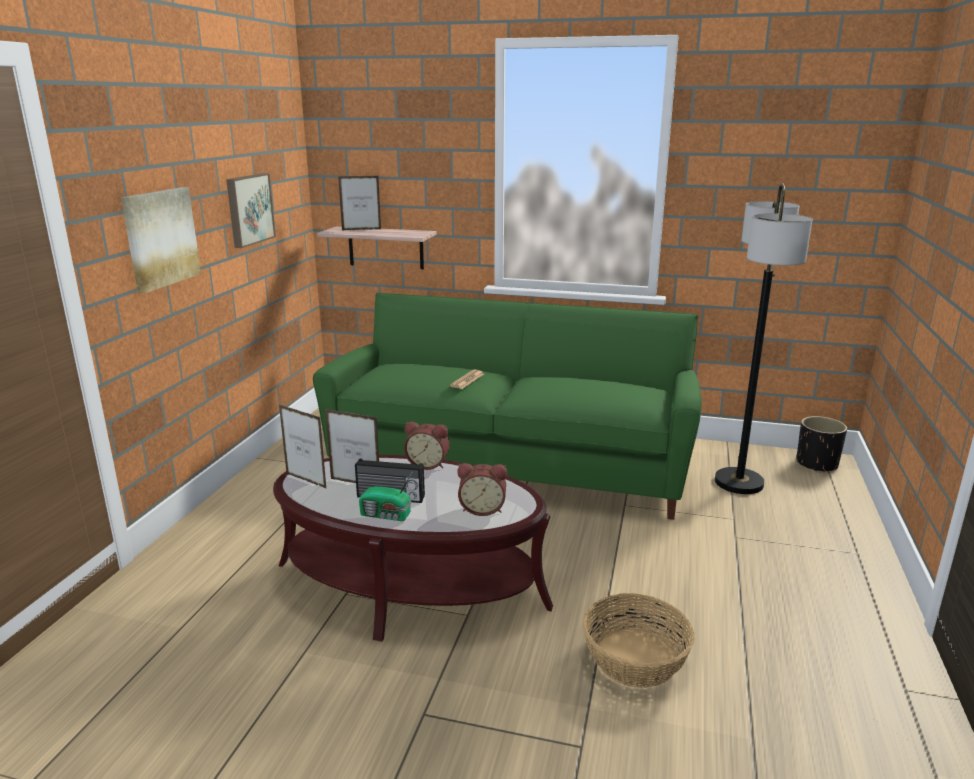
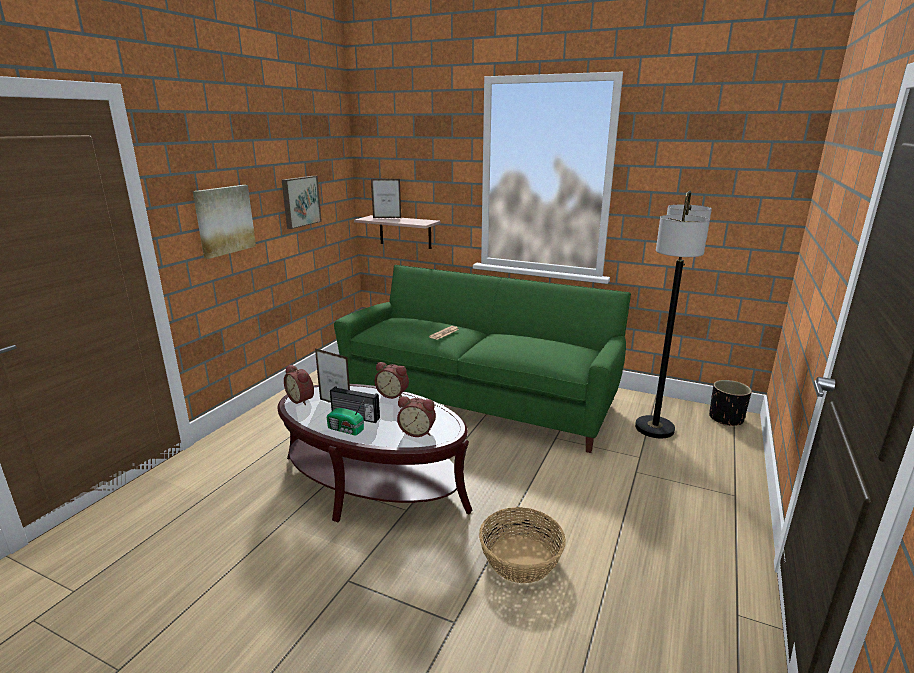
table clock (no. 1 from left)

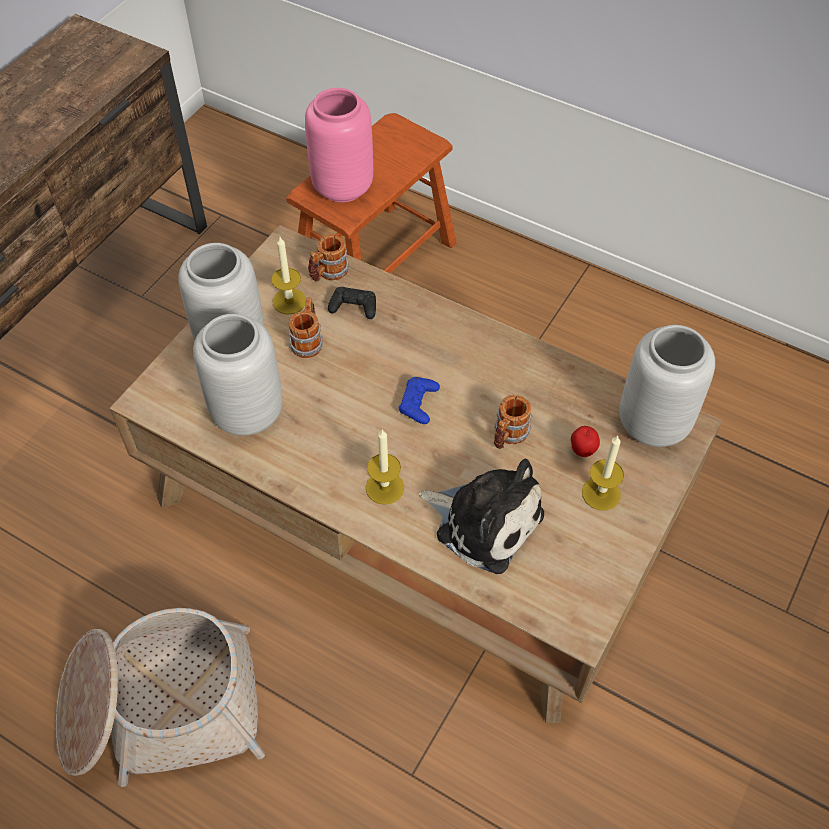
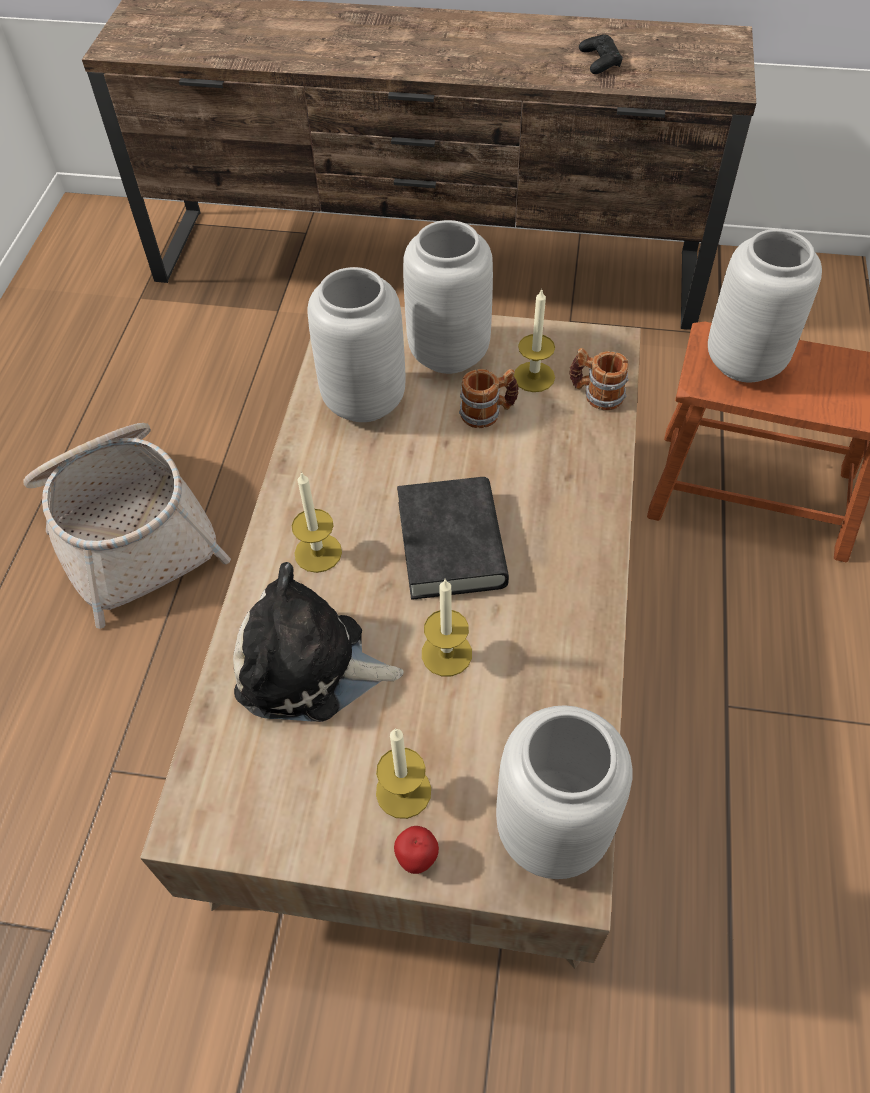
cuddly toy; apple; volume (blackish); candle (no. 3 from left); gamepad (blackish); decorative vase (greyish) (no. 4 from left)

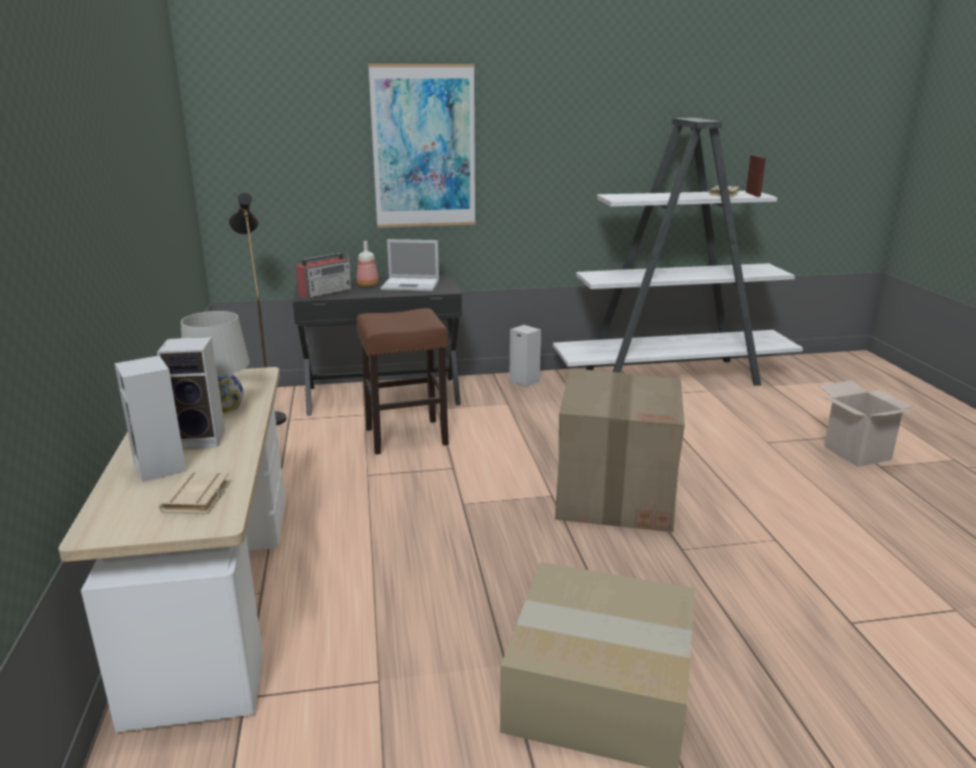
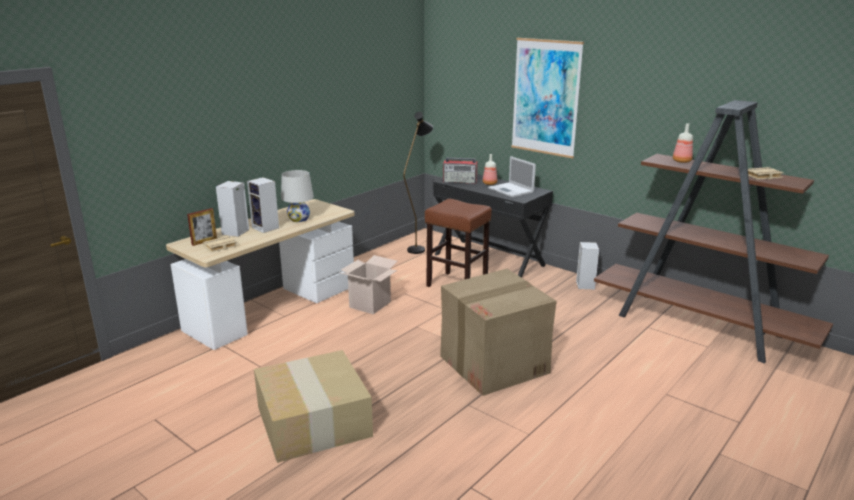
standing frame; cardboard box (no. 2 from left); shelving unit (brownish); beverage bottle (no. 2 from left)

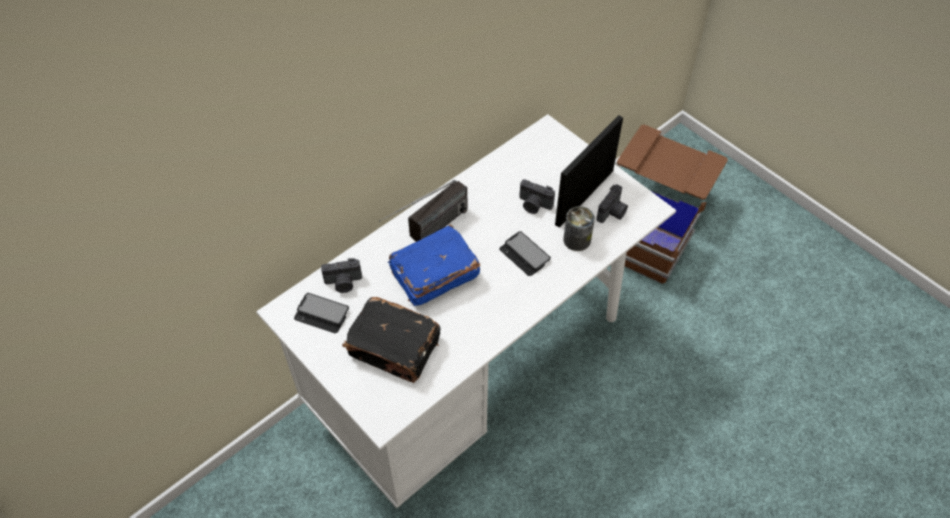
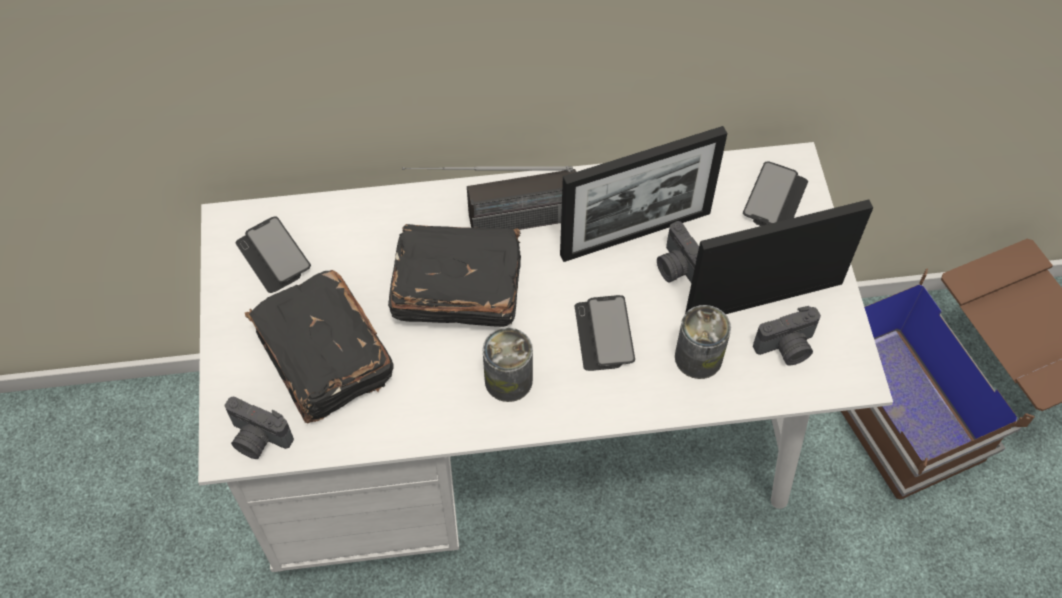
photo camera (no. 1 from left); volume (blackish) (no. 2 from left); metal can (no. 1 from left); standing frame (no. 1 from left); telephone (no. 3 from left)

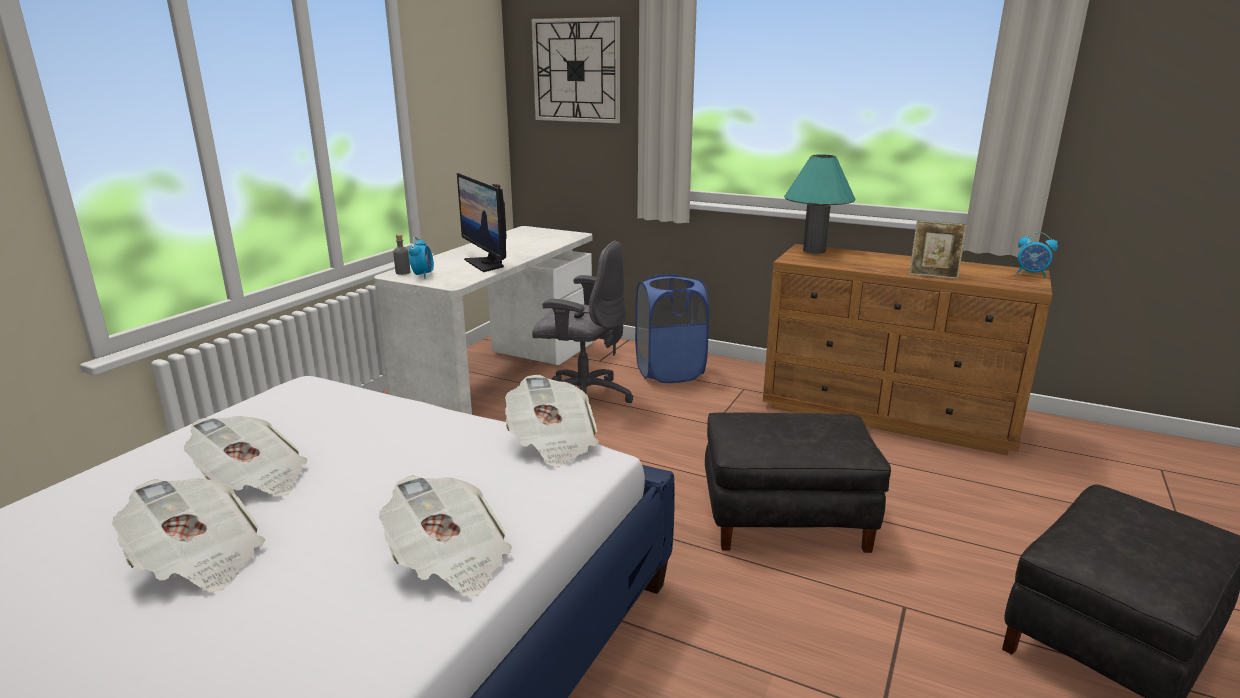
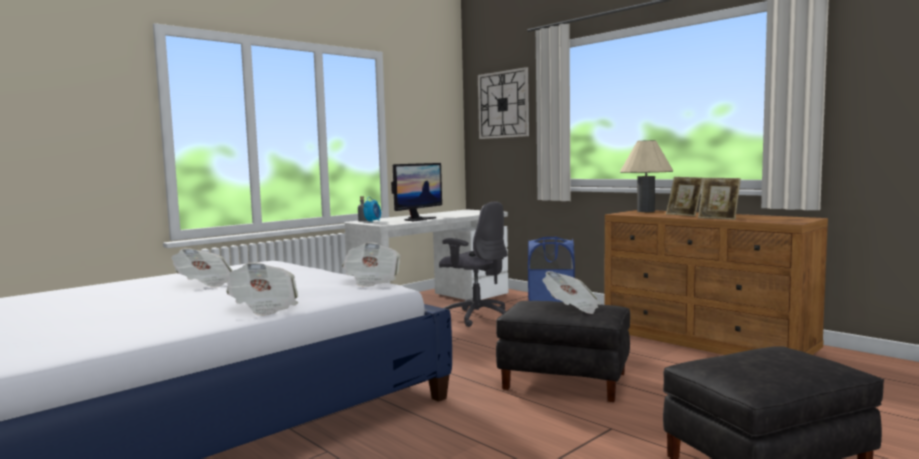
computer display; newspaper (no. 4 from left); tabletop lamp (beige); standing frame (no. 1 from left); table clock (no. 2 from left in the first image)

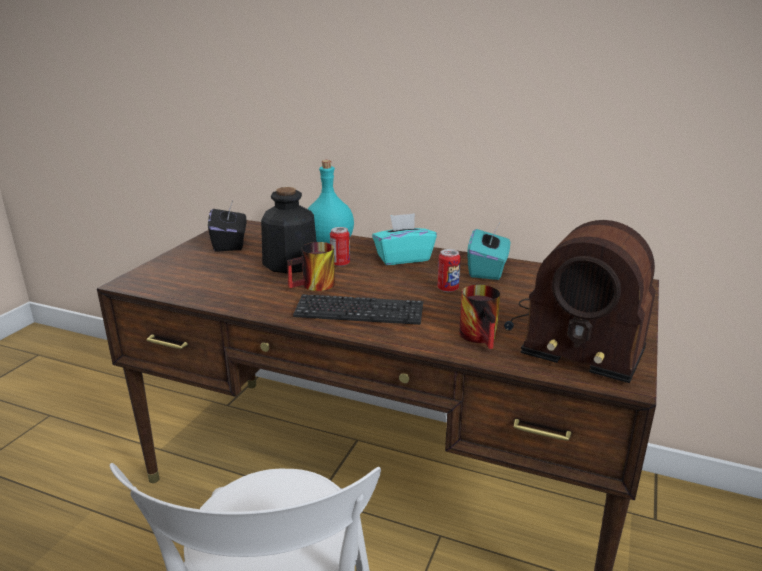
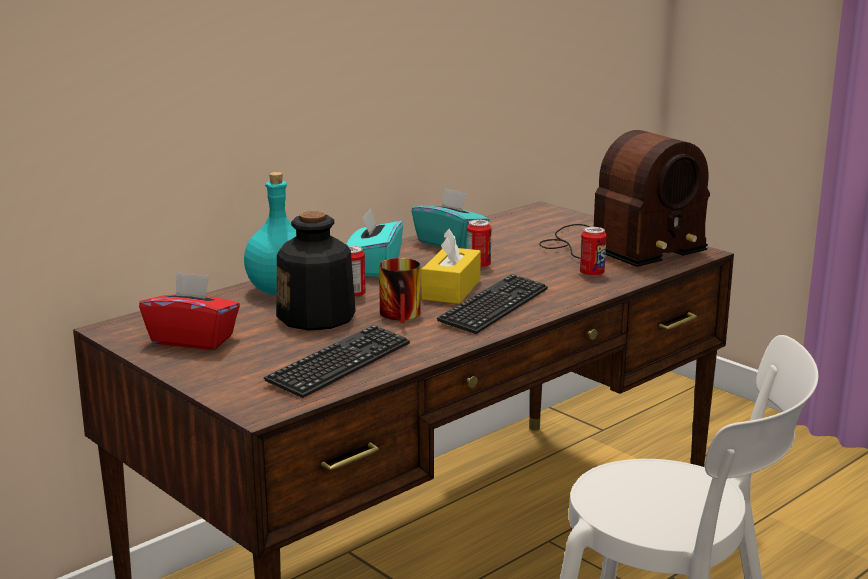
tissue holder (red); computer keyboard (no. 1 from left); tissue holder (yellowish); metal can (no. 3 from left)

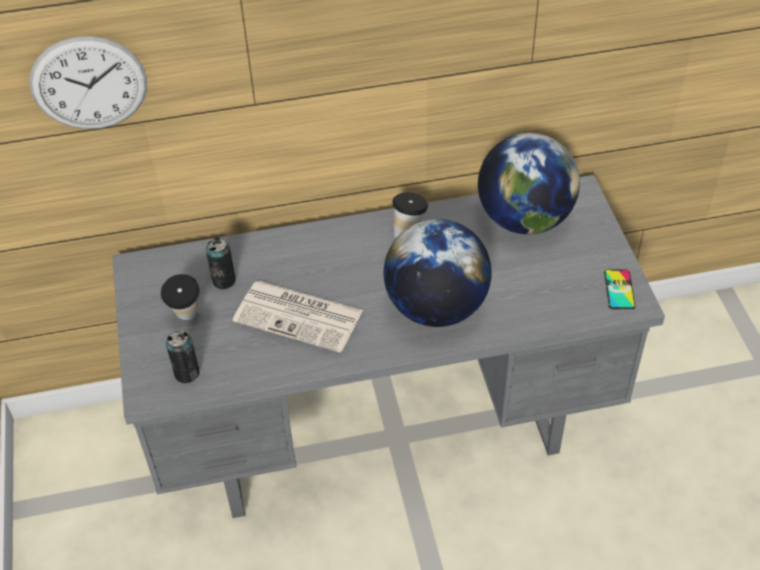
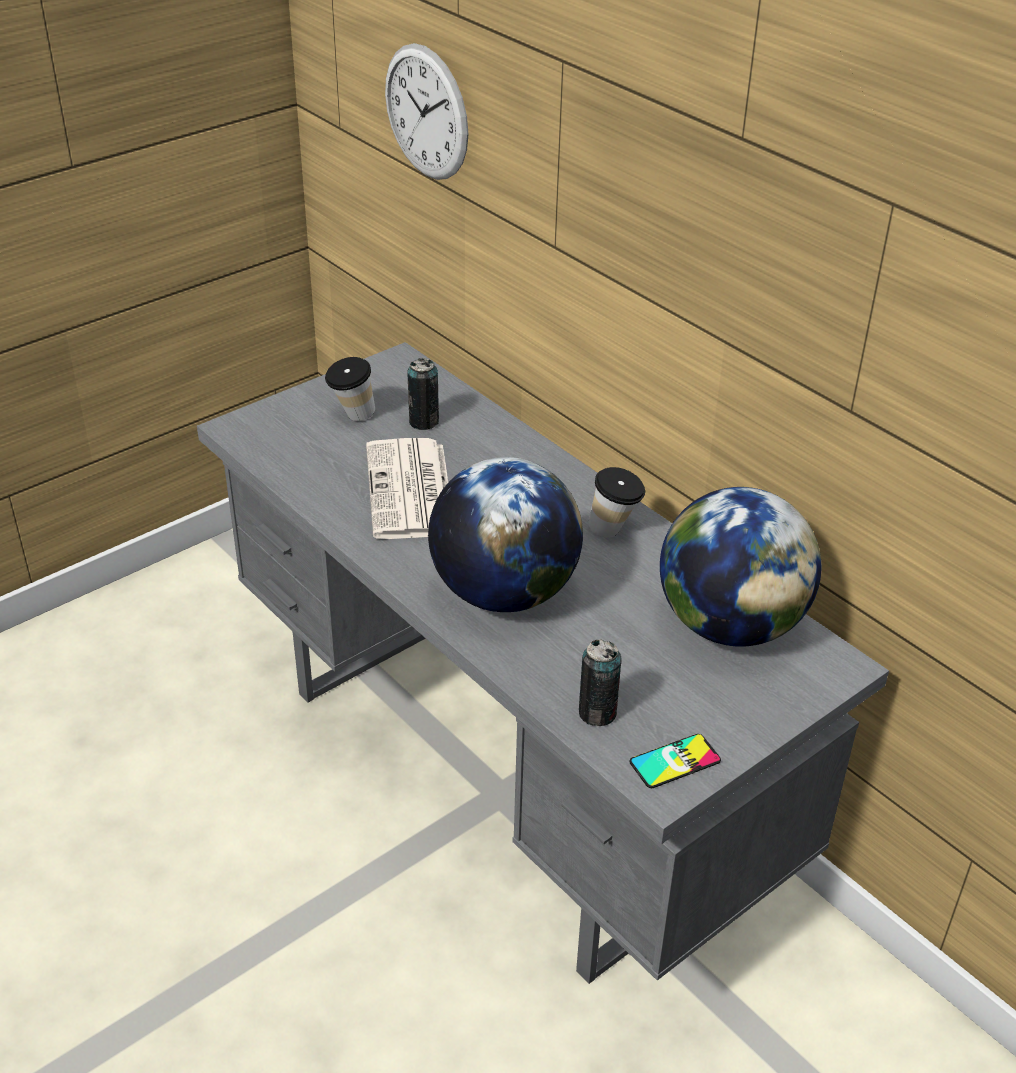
metal can (no. 2 from left)

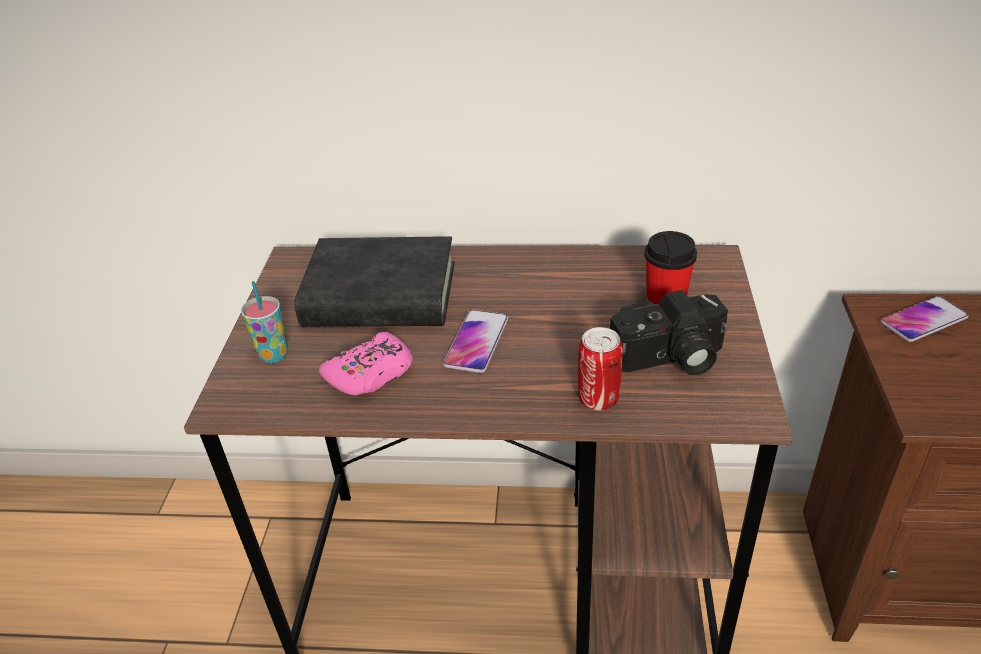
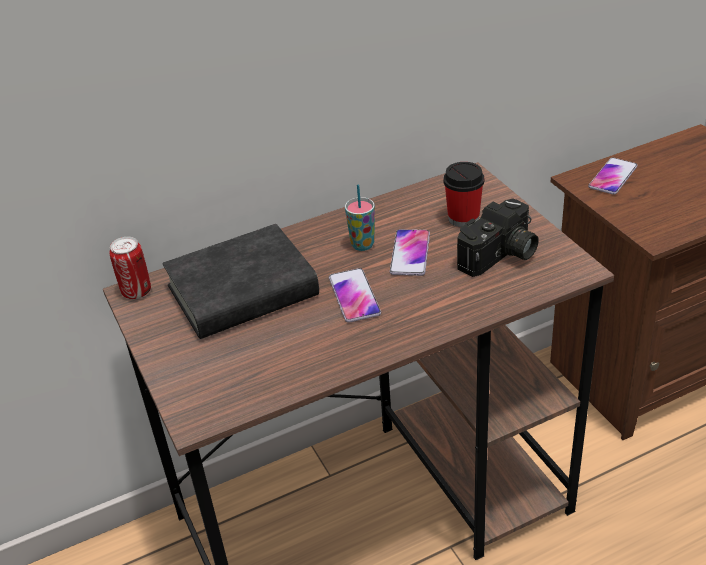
metal can; drinking cup (no. 1 from left); telephone (no. 2 from left); gamepad (pink)

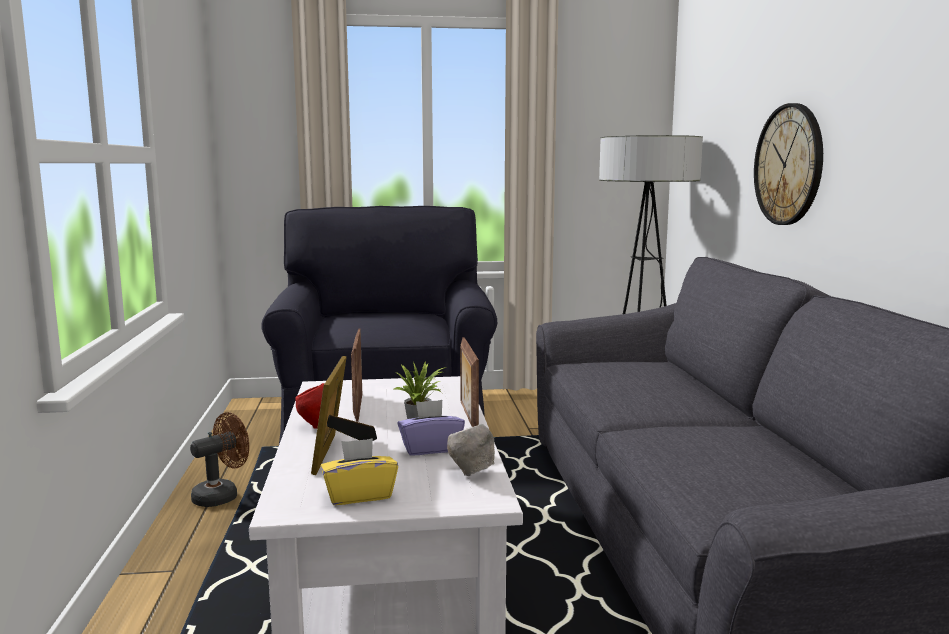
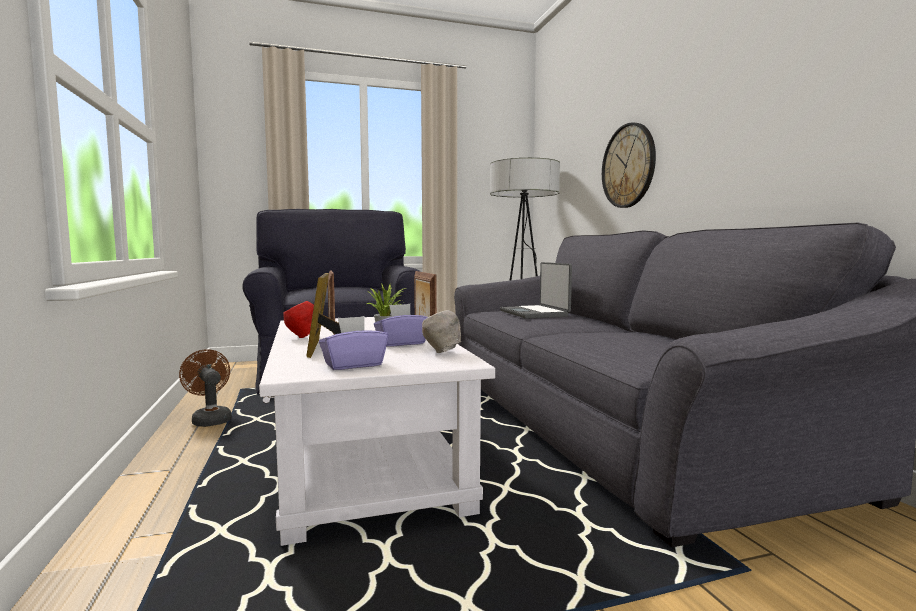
cooling fan (brownish); tissue holder (purple) (no. 1 from left); portable computer

